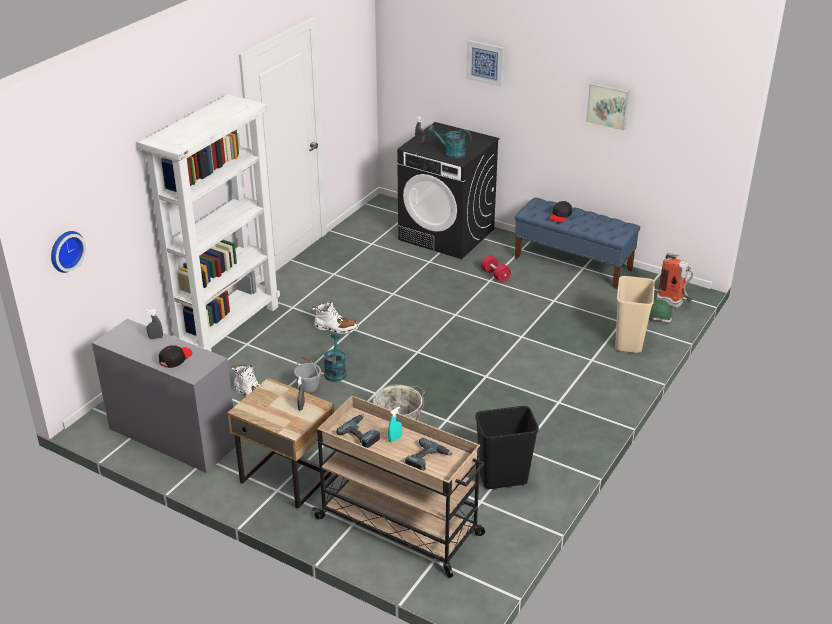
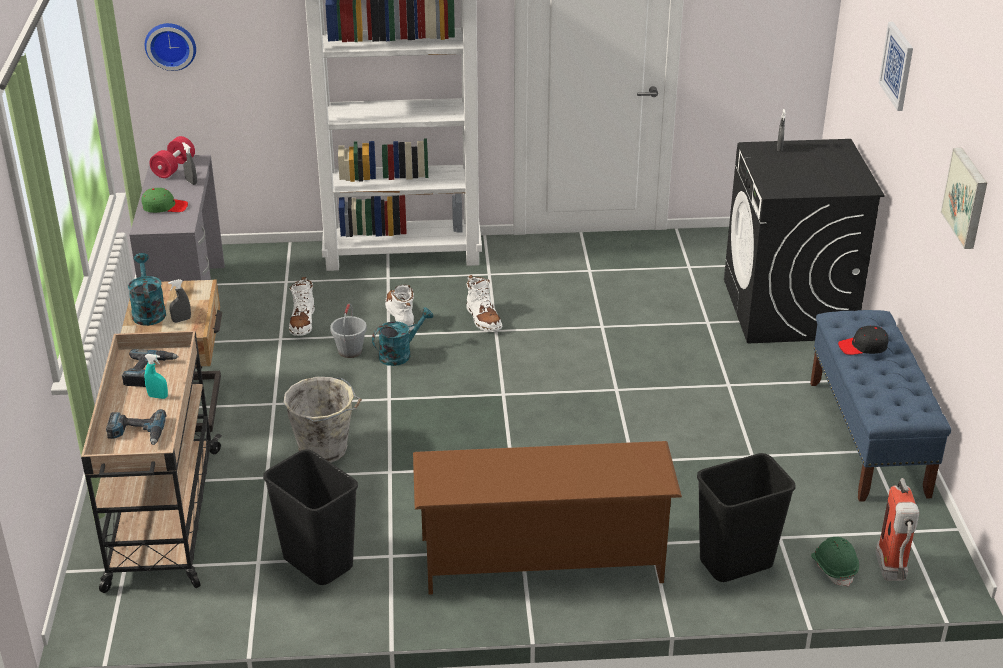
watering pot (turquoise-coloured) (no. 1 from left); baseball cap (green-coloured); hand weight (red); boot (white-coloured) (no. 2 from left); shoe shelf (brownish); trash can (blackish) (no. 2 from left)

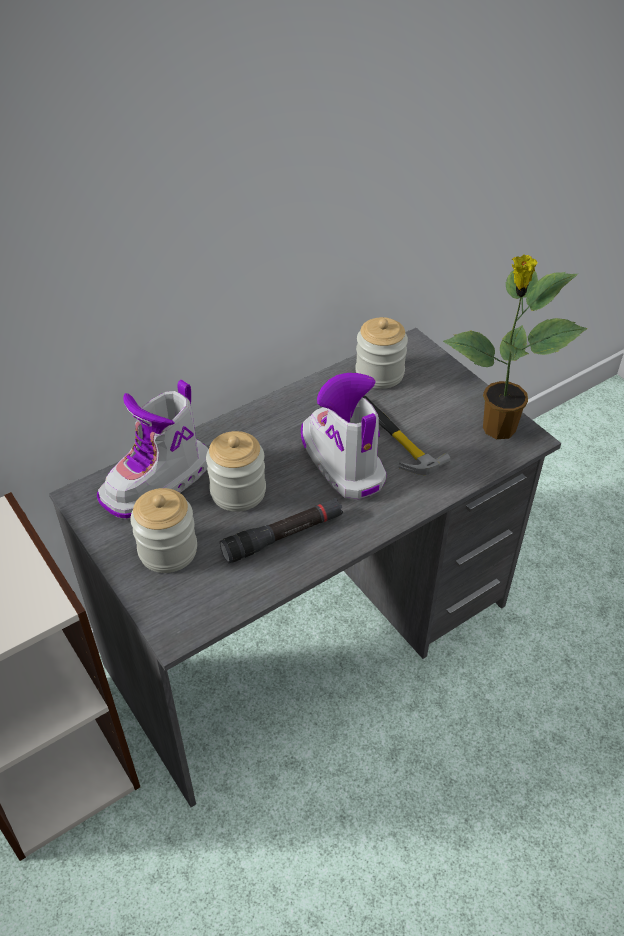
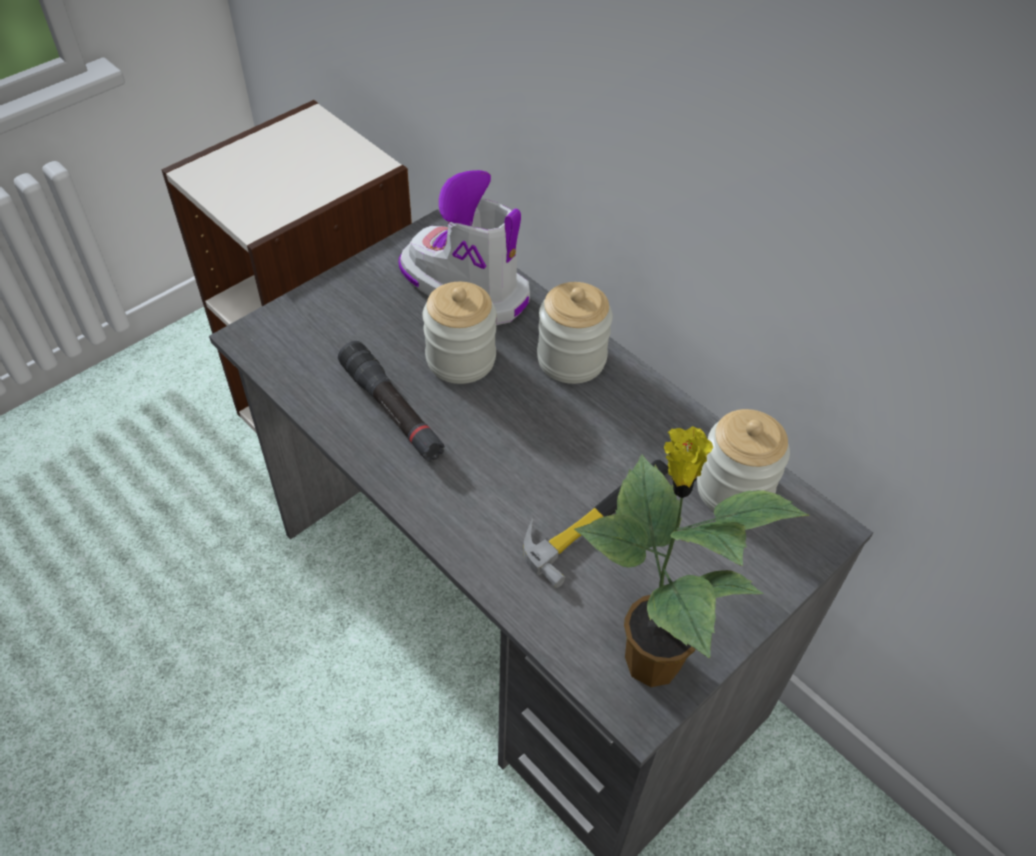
storage jar (no. 2 from left); boot (no. 2 from left in the first image)

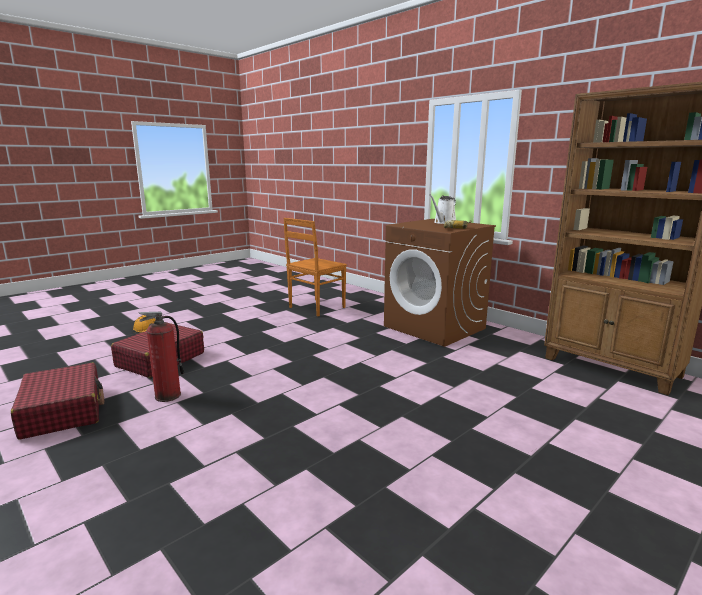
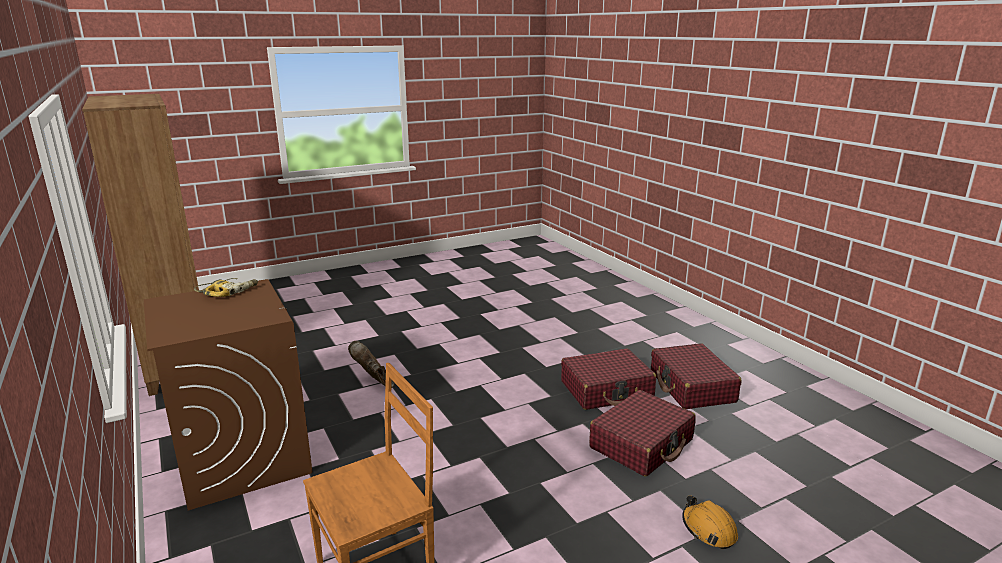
boot (brownish); travel case (red) (no. 1 from left); watering pot (white-coloured)

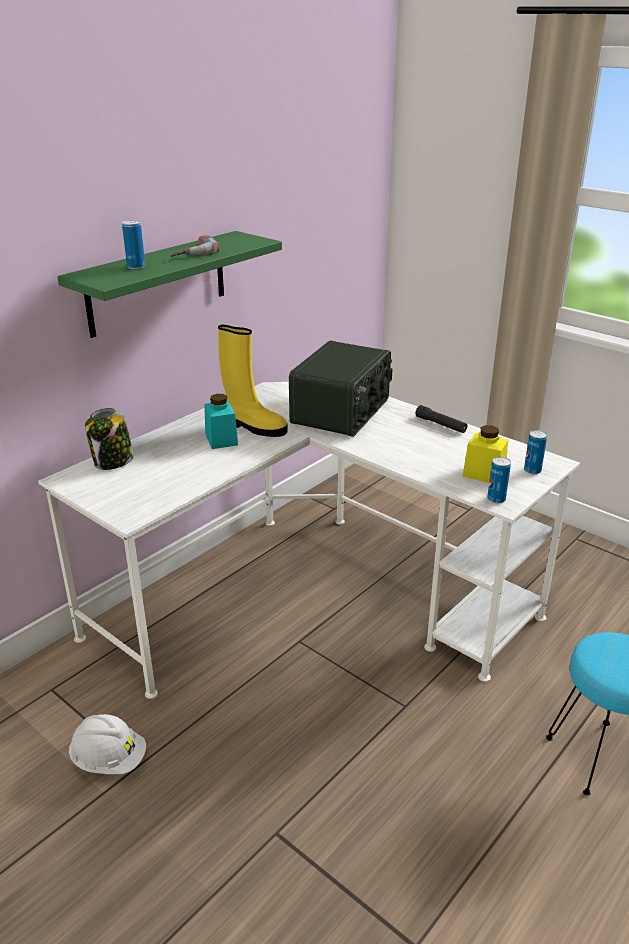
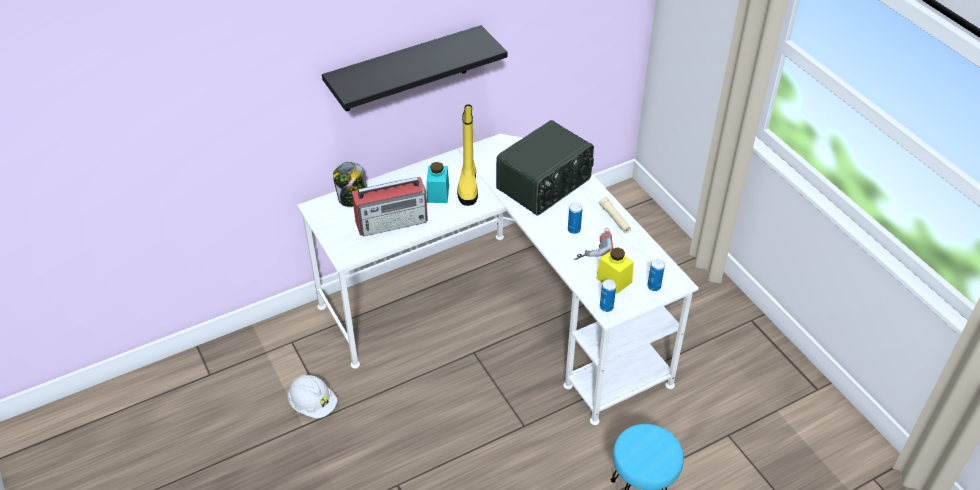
bracket shelf (blackish); radio set (no. 1 from left); boot (yellowish); metal can (no. 1 from left); electric drill; flashlight (beige)

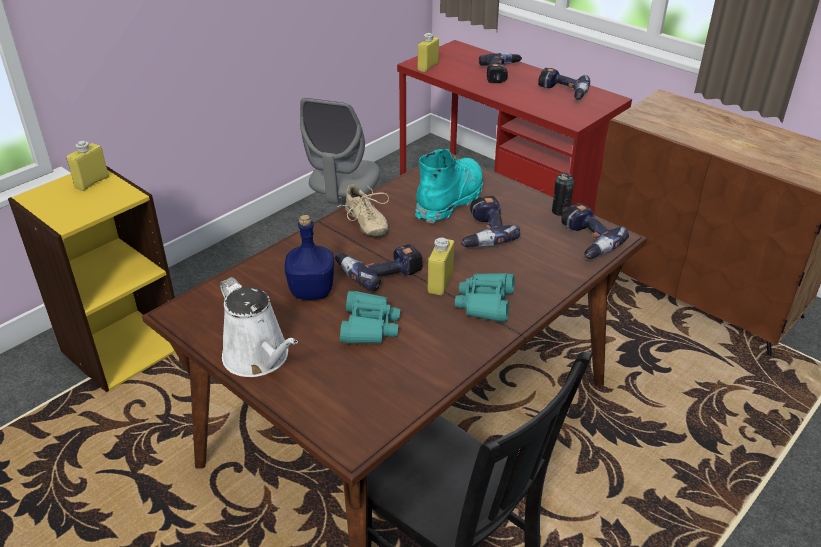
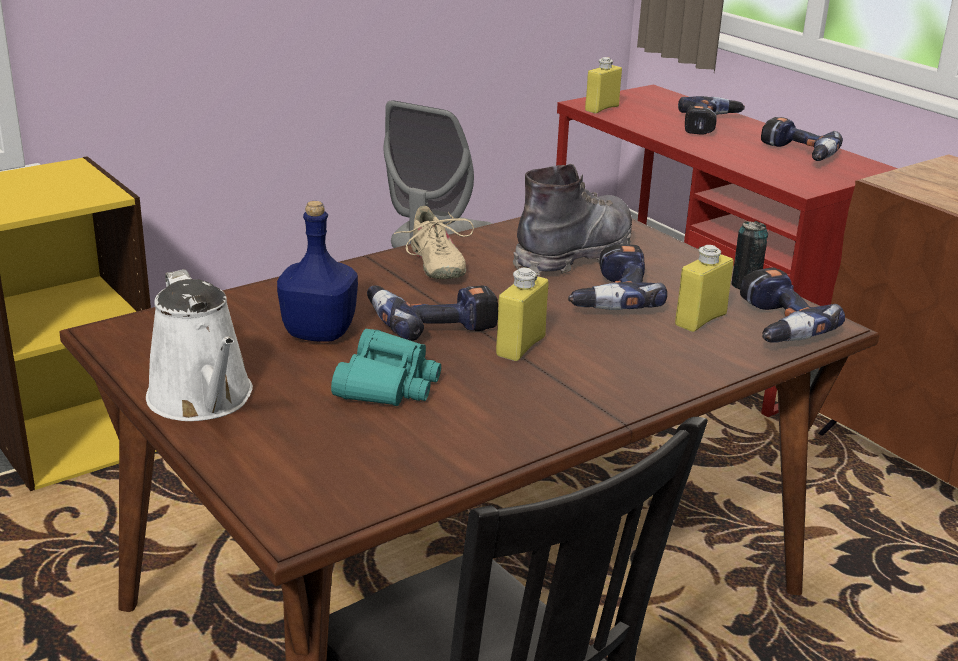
boot (greyish); beverage bottle (yellowish) (no. 3 from left); pair of binoculars (turquoise-coloured) (no. 2 from left in the first image)

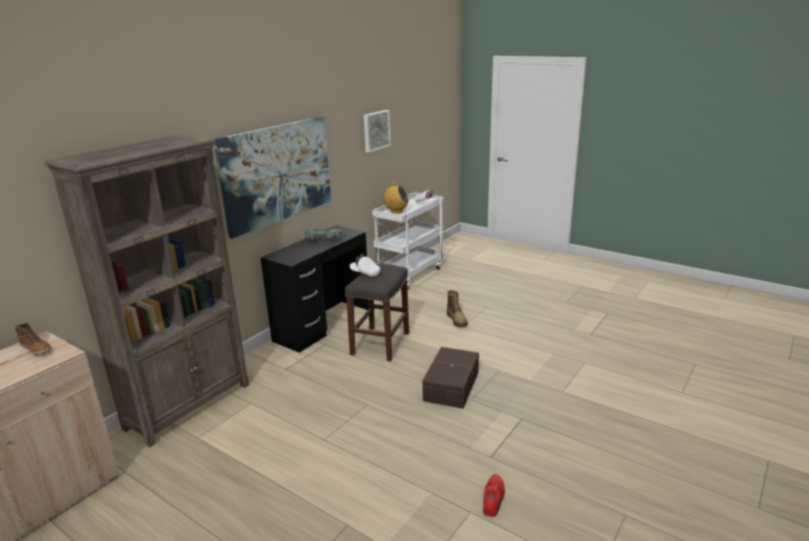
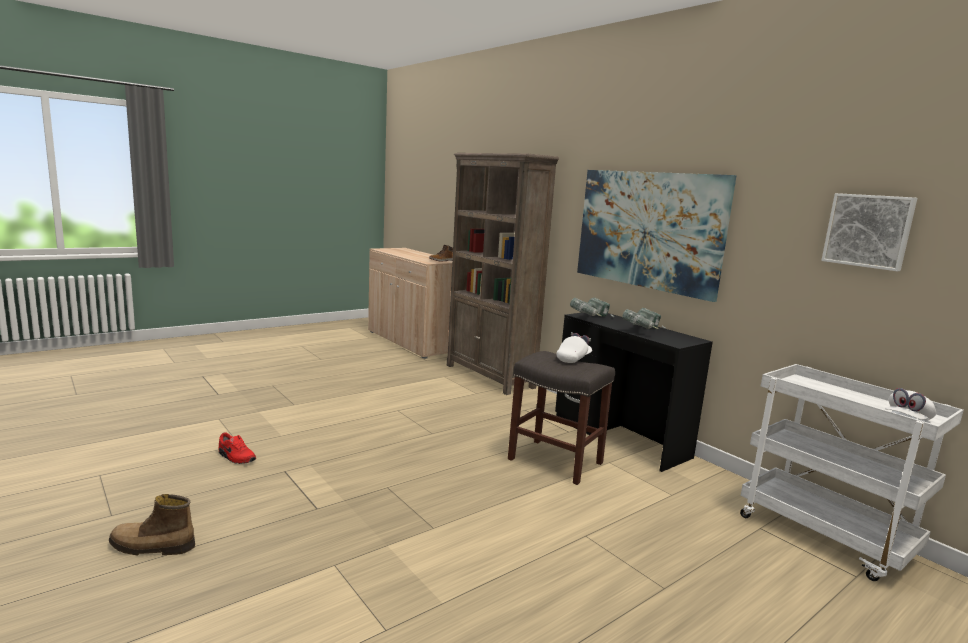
boot (no. 1 from left); electric drill (no. 1 from left); radio set; storage container (brownish)

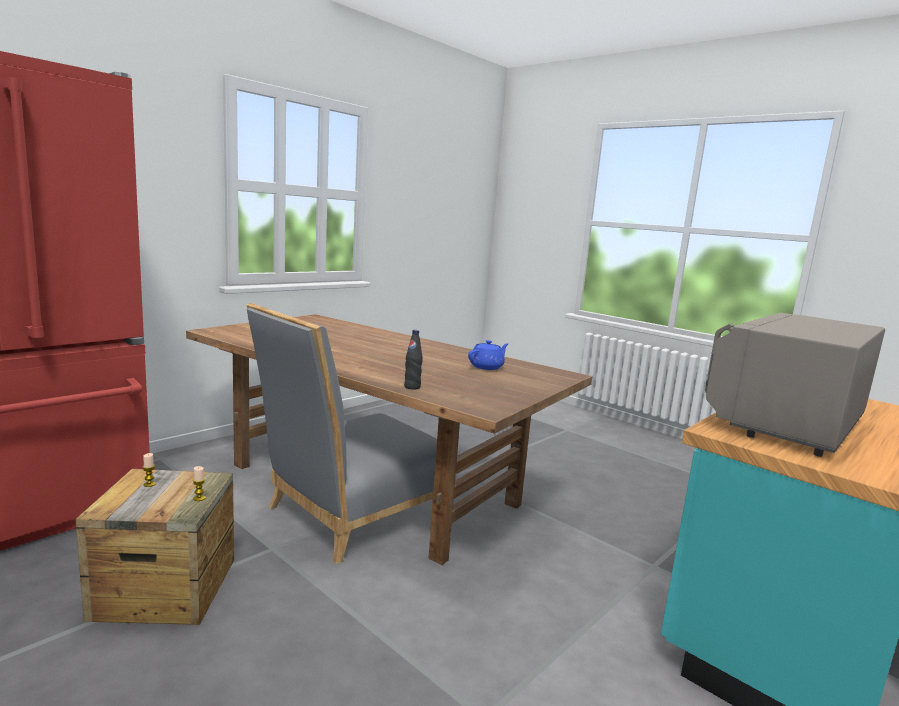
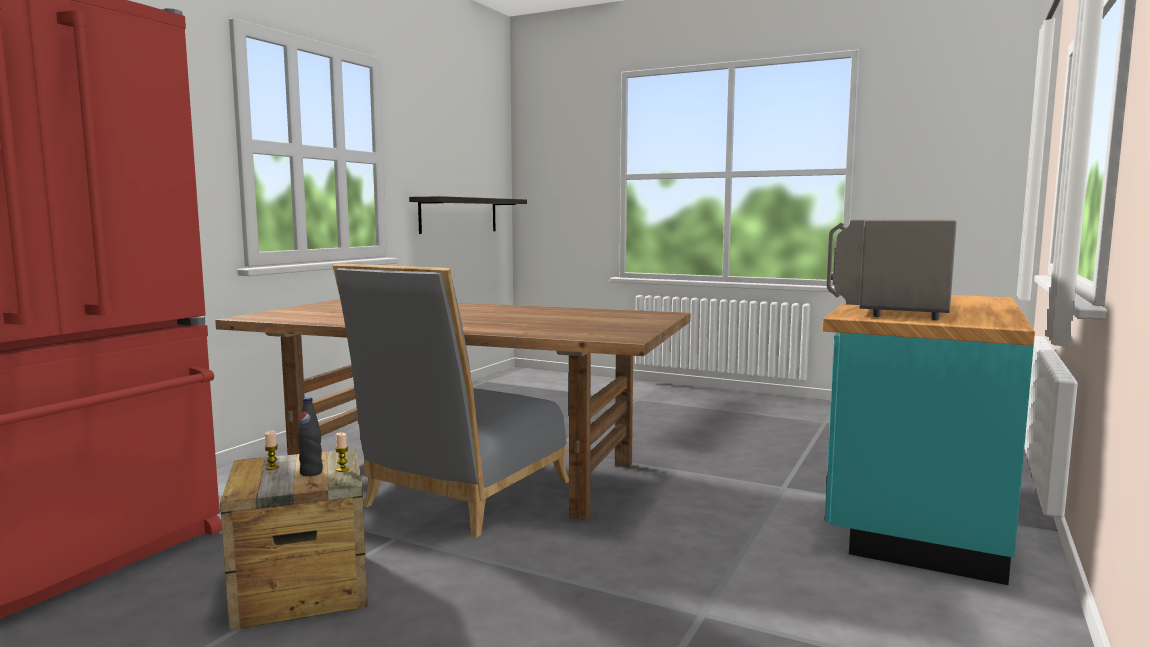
beverage bottle (blackish); bracket shelf; teapot (blue-coloured)

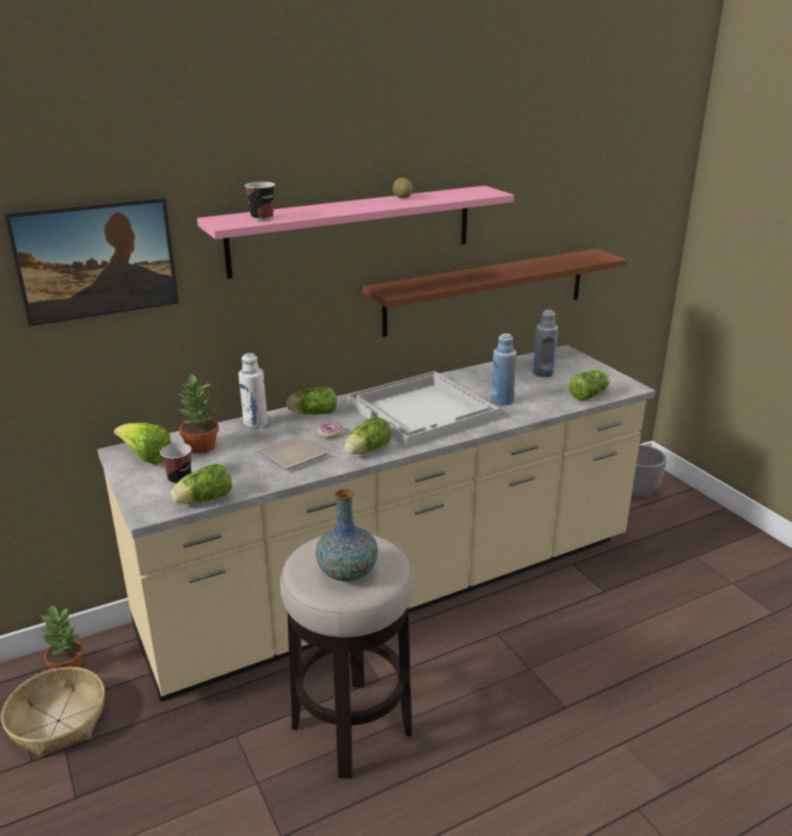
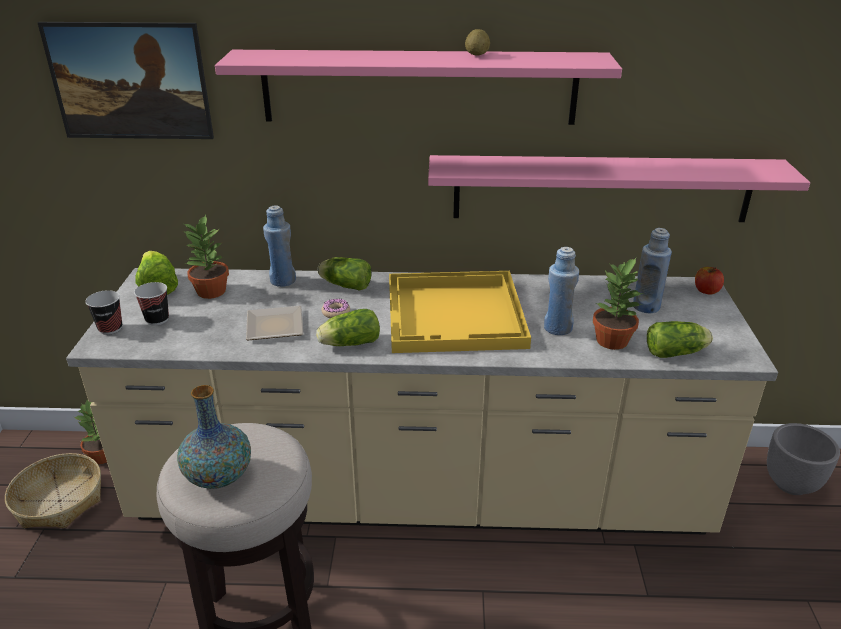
drinking cup (no. 1 from left); beverage bottle (blue-coloured) (no. 1 from left); carrying tray (yellowish); bracket shelf (pink) (no. 2 from left); potted plant (no. 3 from left); apple; lettuce (no. 2 from left in the first image)

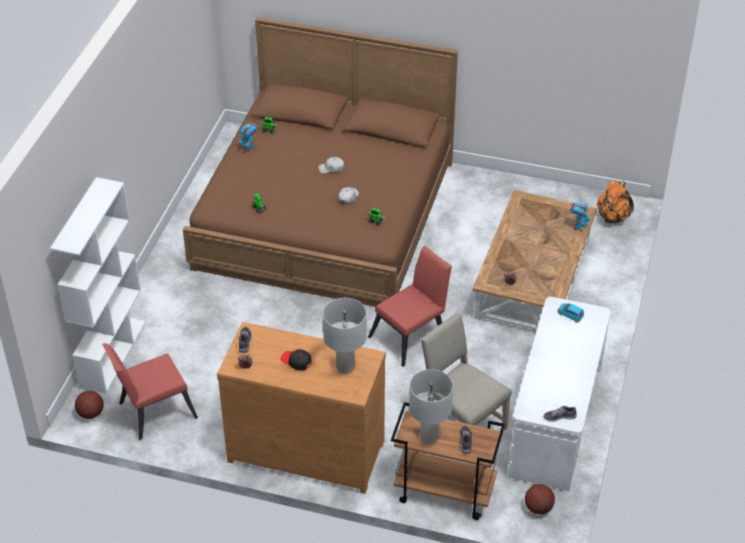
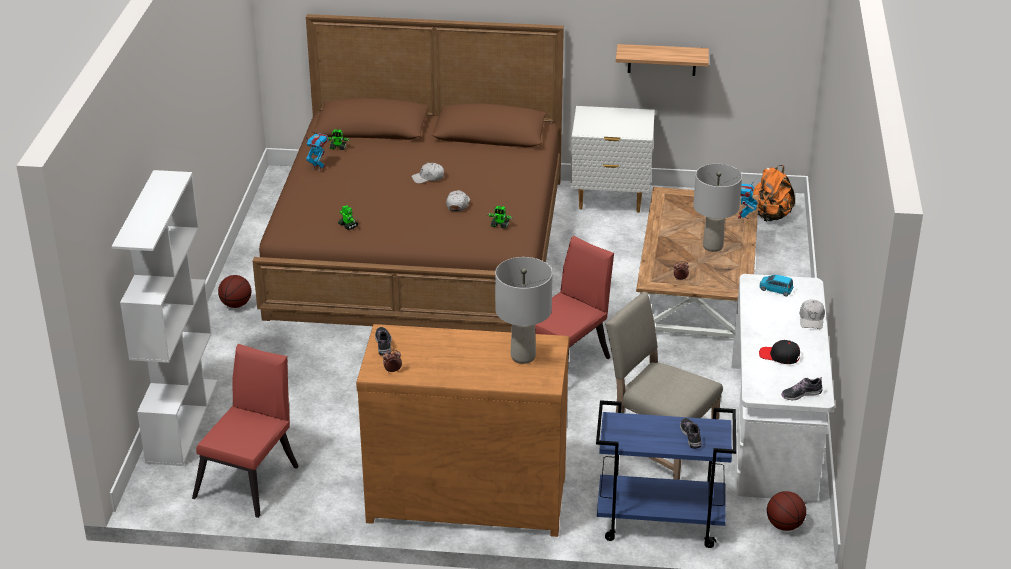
plain chair (red) (no. 1 from left); ball for basketball (no. 1 from left); bedside table (white-coloured); trolley (blue-coloured); bracket shelf; tabletop lamp (greyish) (no. 2 from left); baseball cap (blackish); baseball cap (white-coloured) (no. 3 from left)

